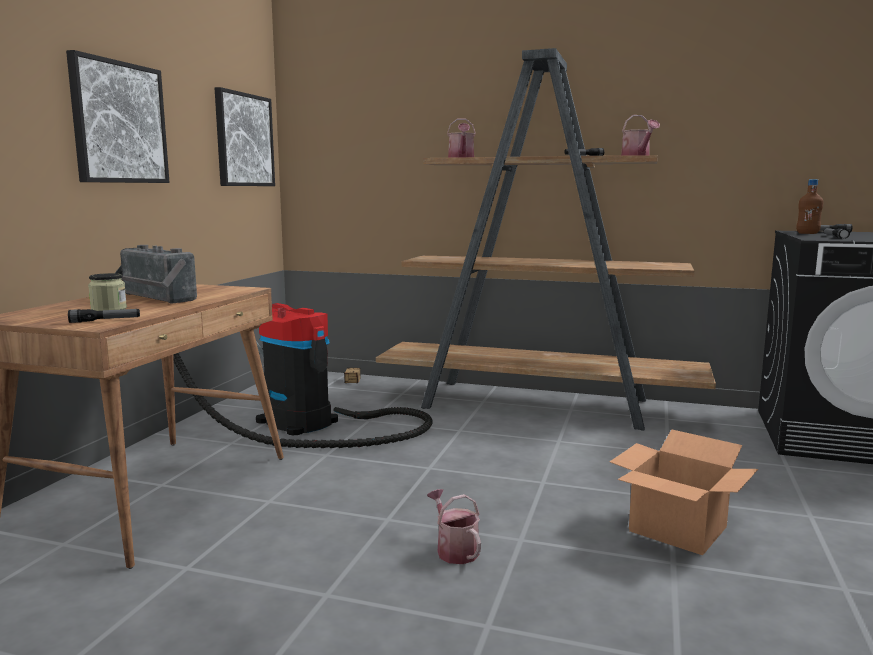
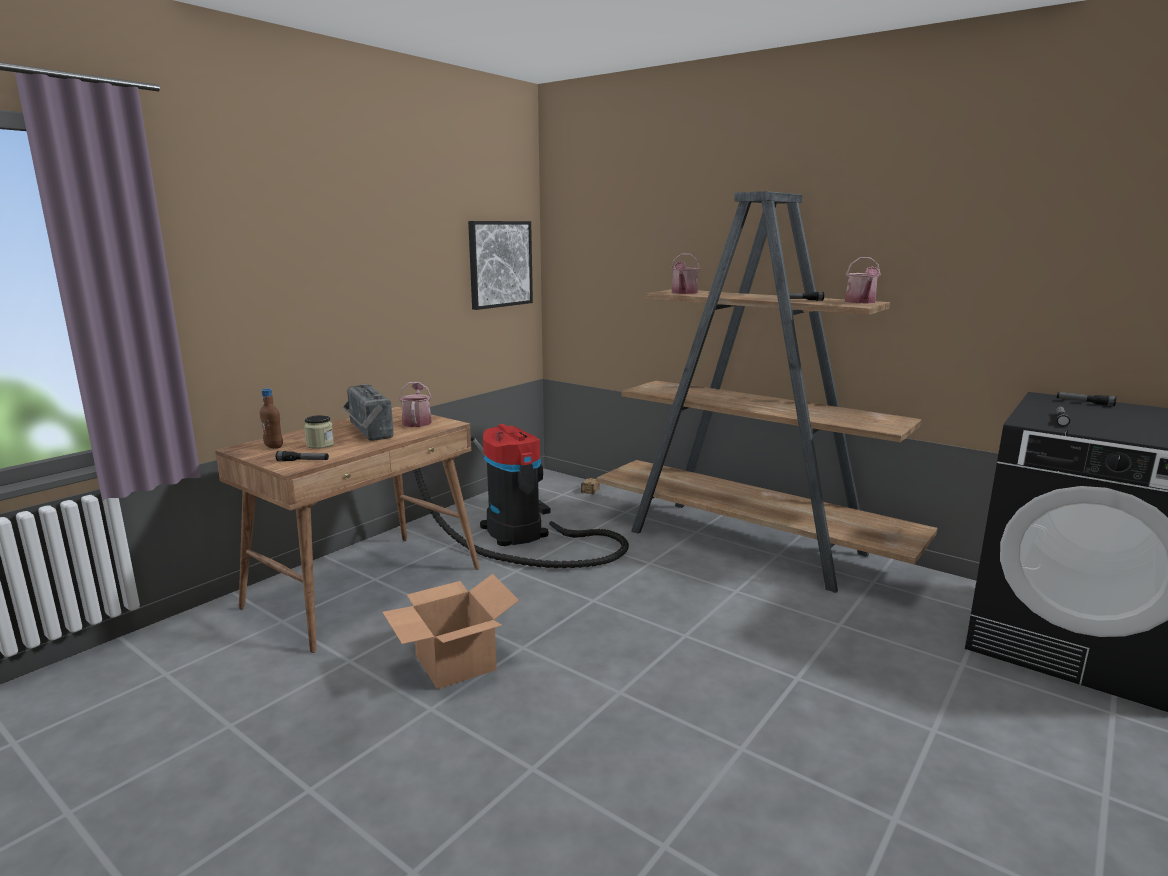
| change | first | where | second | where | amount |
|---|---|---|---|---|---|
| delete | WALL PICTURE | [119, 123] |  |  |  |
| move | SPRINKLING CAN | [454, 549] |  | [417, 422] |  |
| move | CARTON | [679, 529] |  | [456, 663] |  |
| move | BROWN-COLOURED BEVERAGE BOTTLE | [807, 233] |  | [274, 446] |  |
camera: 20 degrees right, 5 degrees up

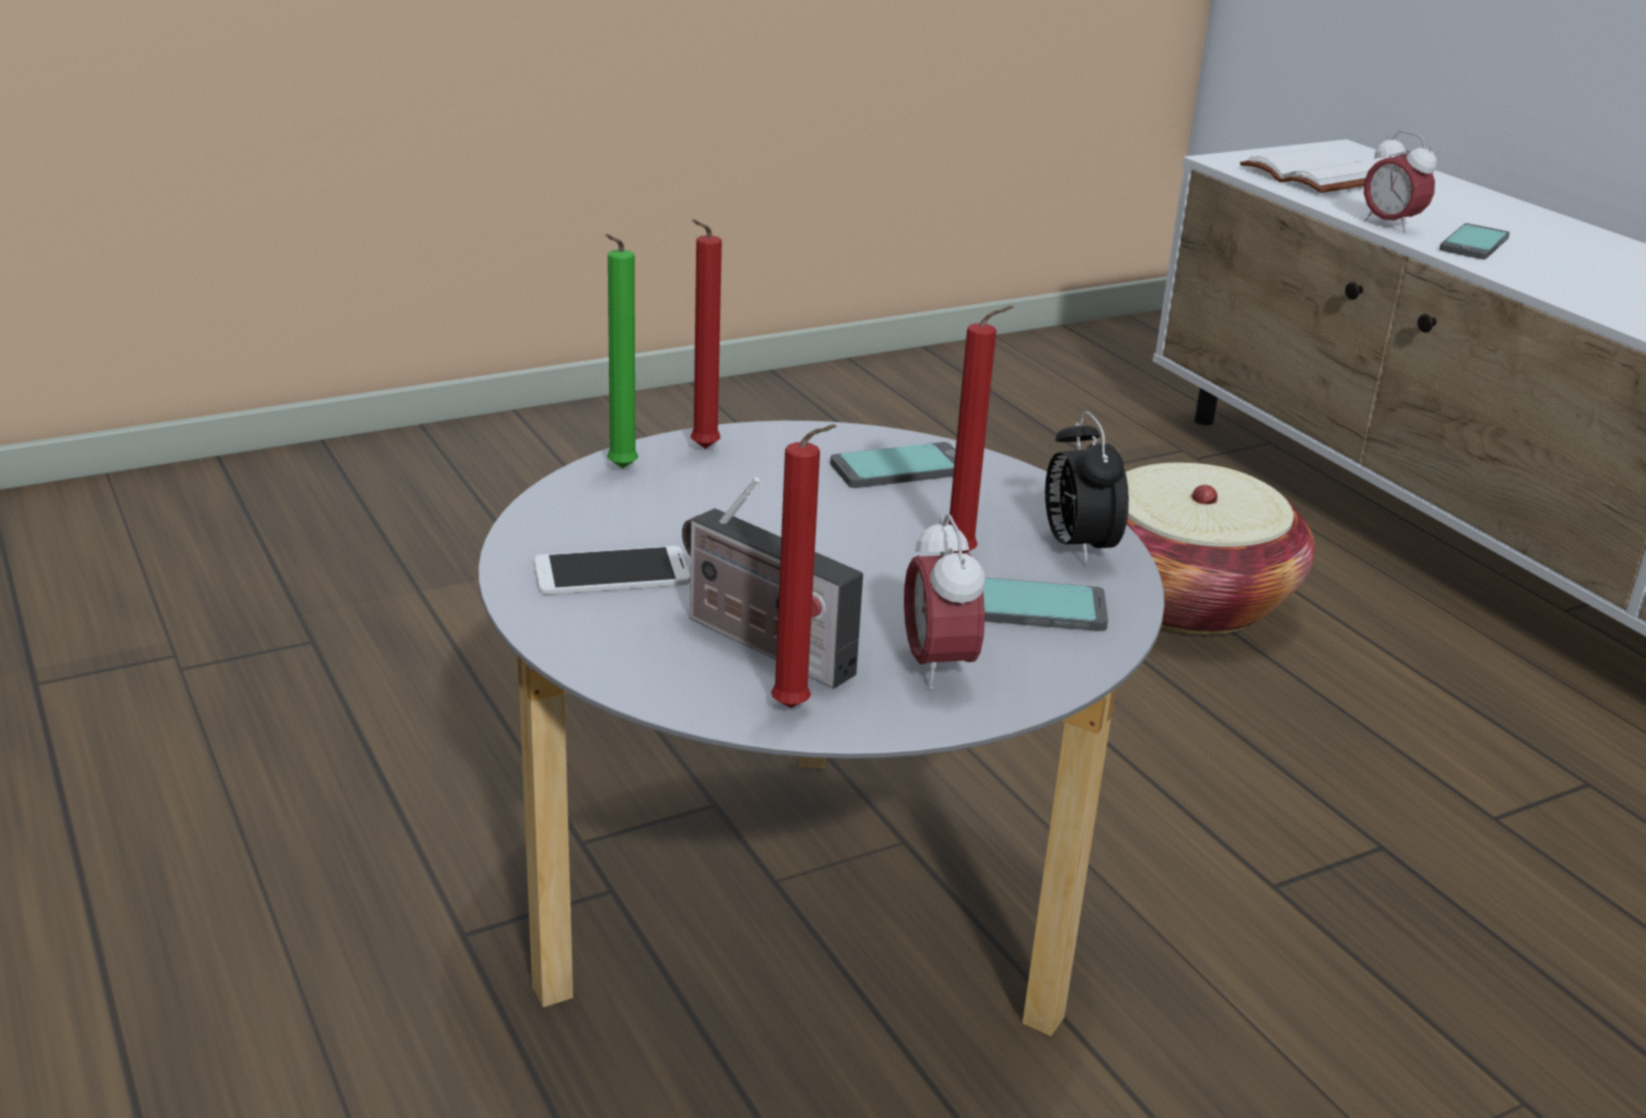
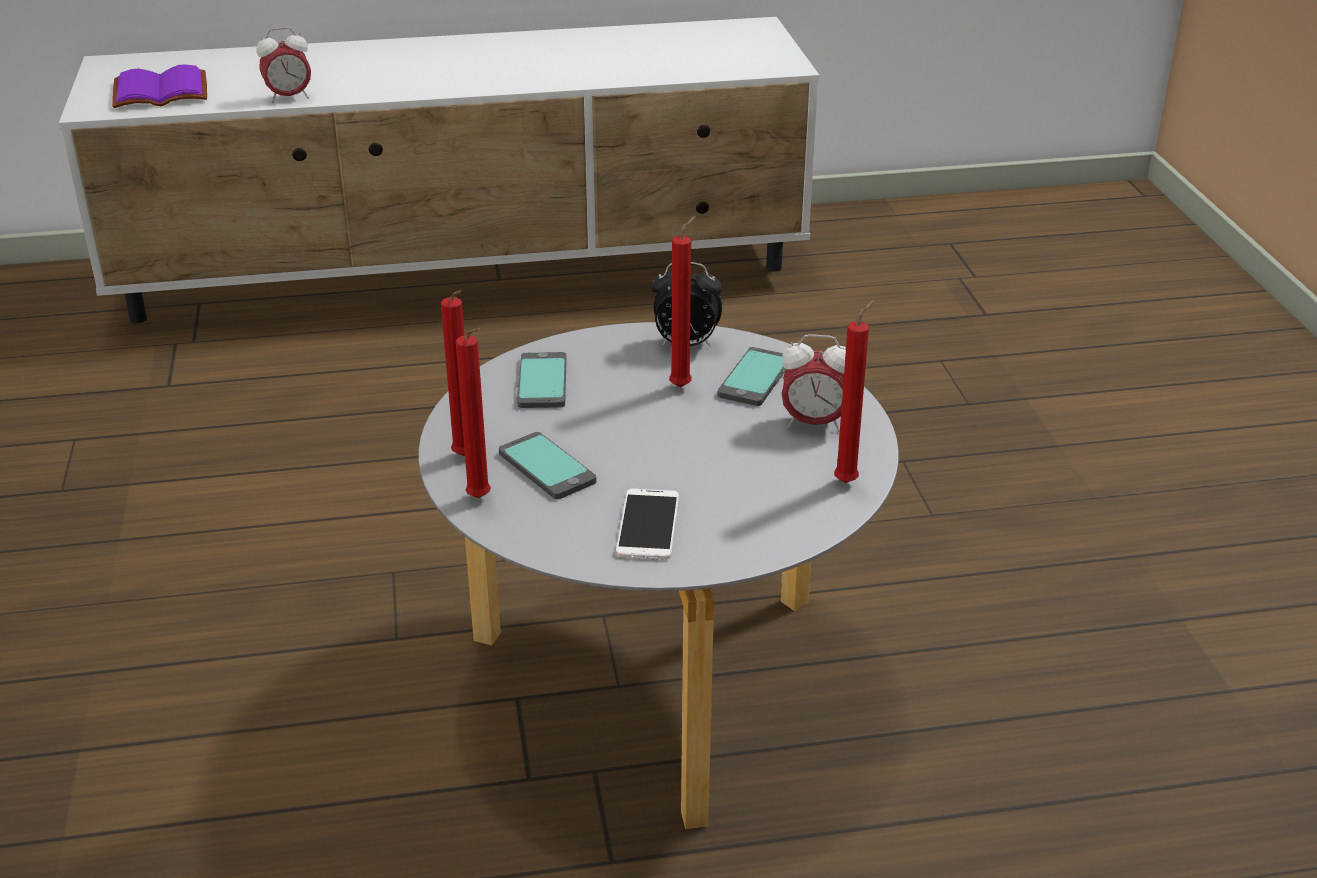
| change | first | where | second | where | amount |
|---|---|---|---|---|---|
| delete | RADIO | [761, 643] |  |  |  |
| delete | HOUSEHOLD BASKET | [1185, 598] |  |  |  |
| move | HANDSET | [1474, 244] |  | [547, 467] |  |
| recolor | GREEN CANDLE | [619, 470] | REDDISH CANDLE | [481, 500] |  |
| recolor | WHITE BOUND BOOK | [1307, 176] | PURPLE-COLOURED BOUND BOOK | [159, 93] |  |
camera: 70 degrees left, 5 degrees up

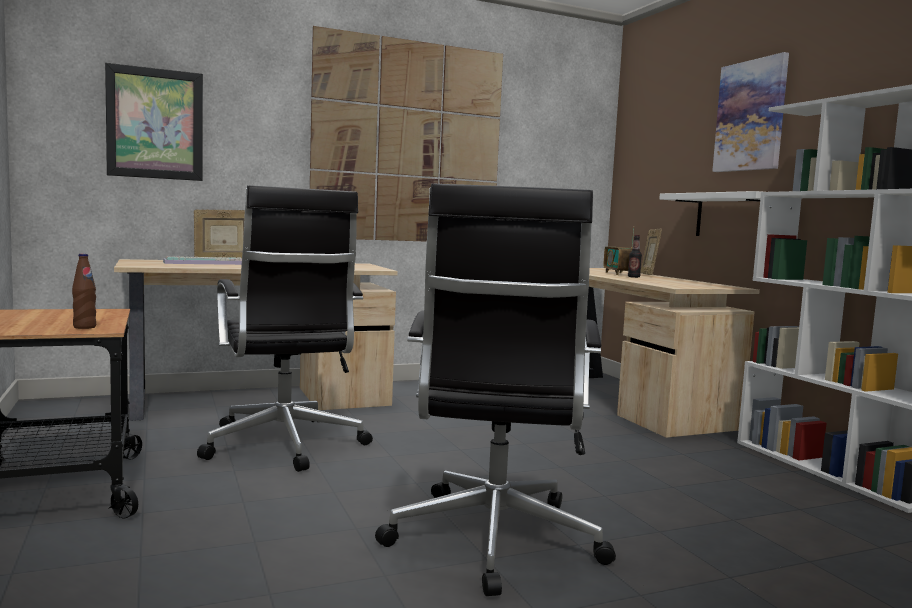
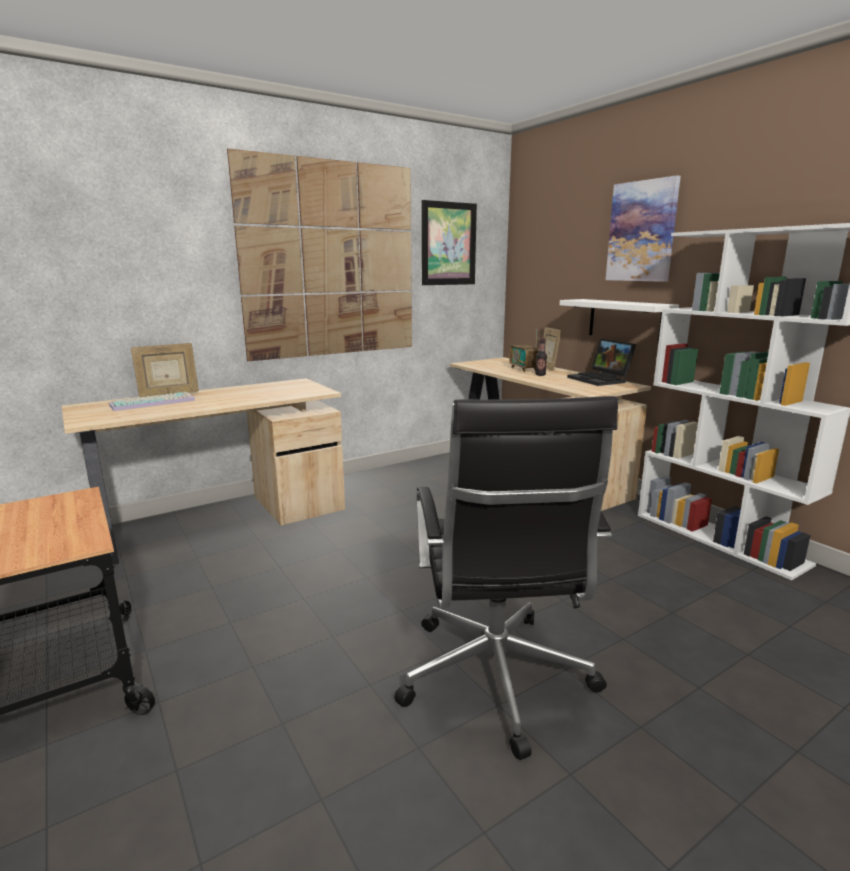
| change | first | where | second | where | amount |
|---|---|---|---|---|---|
| delete | BROWN-COLOURED BEVERAGE BOTTLE | [84, 327] |  |  |  |
| delete | BLACK OFFICE CHAIR | [284, 445] |  |  |  |
| insert |  |  | PORTABLE COMPUTER | [601, 380] |  |
| move | WALL PICTURE | [155, 124] |  | [448, 244] |  |
camera: 10 degrees left, 10 degrees up

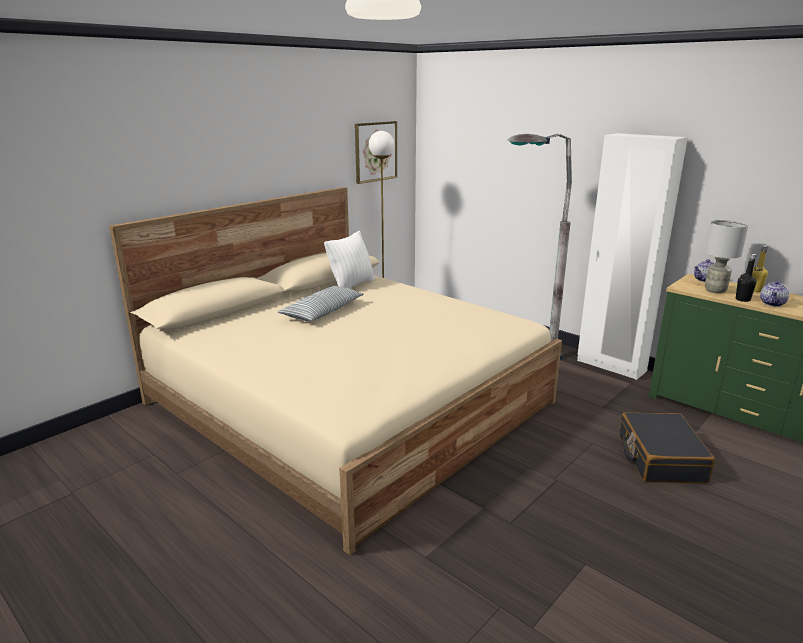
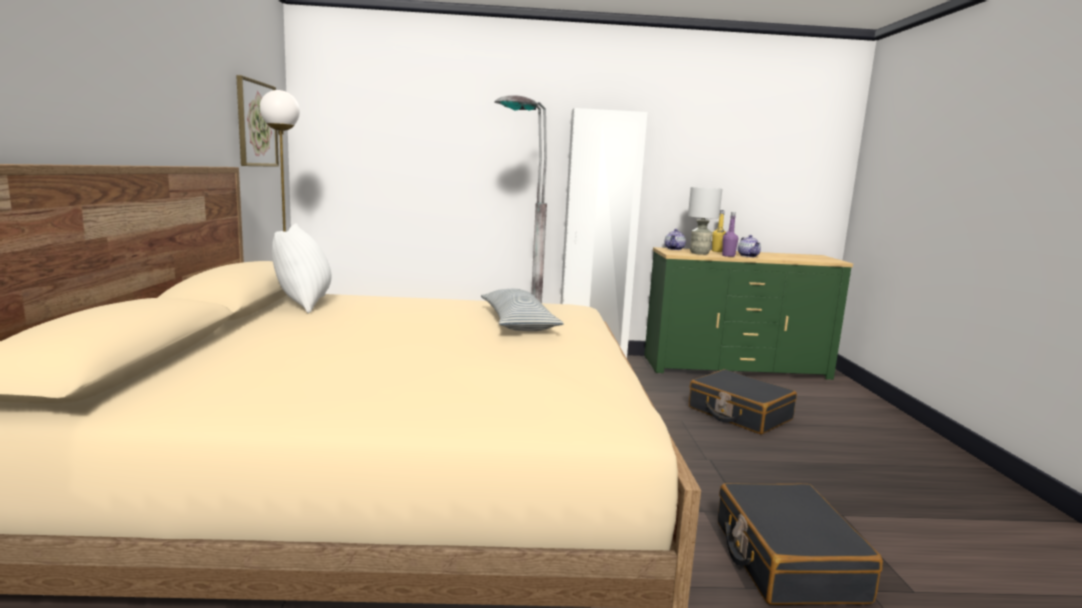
| change | first | where | second | where | amount |
|---|---|---|---|---|---|
| insert |  |  | BLACK PIECE OF LUGGAGE | [786, 560] |  |
| move | PILLOW | [323, 312] |  | [518, 323] |  |
| recolor | BLACK BEVERAGE BOTTLE | [742, 299] | PURPLE-COLOURED BEVERAGE BOTTLE | [728, 256] |  |
camera: 45 degrees left, 10 degrees down

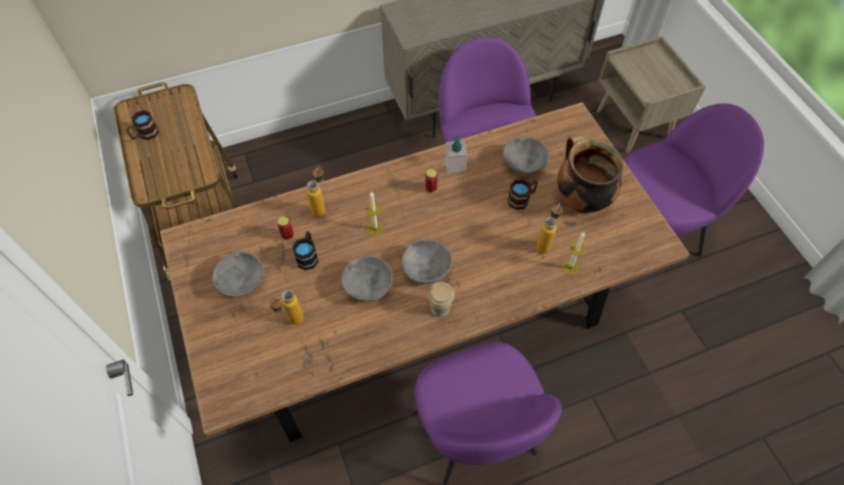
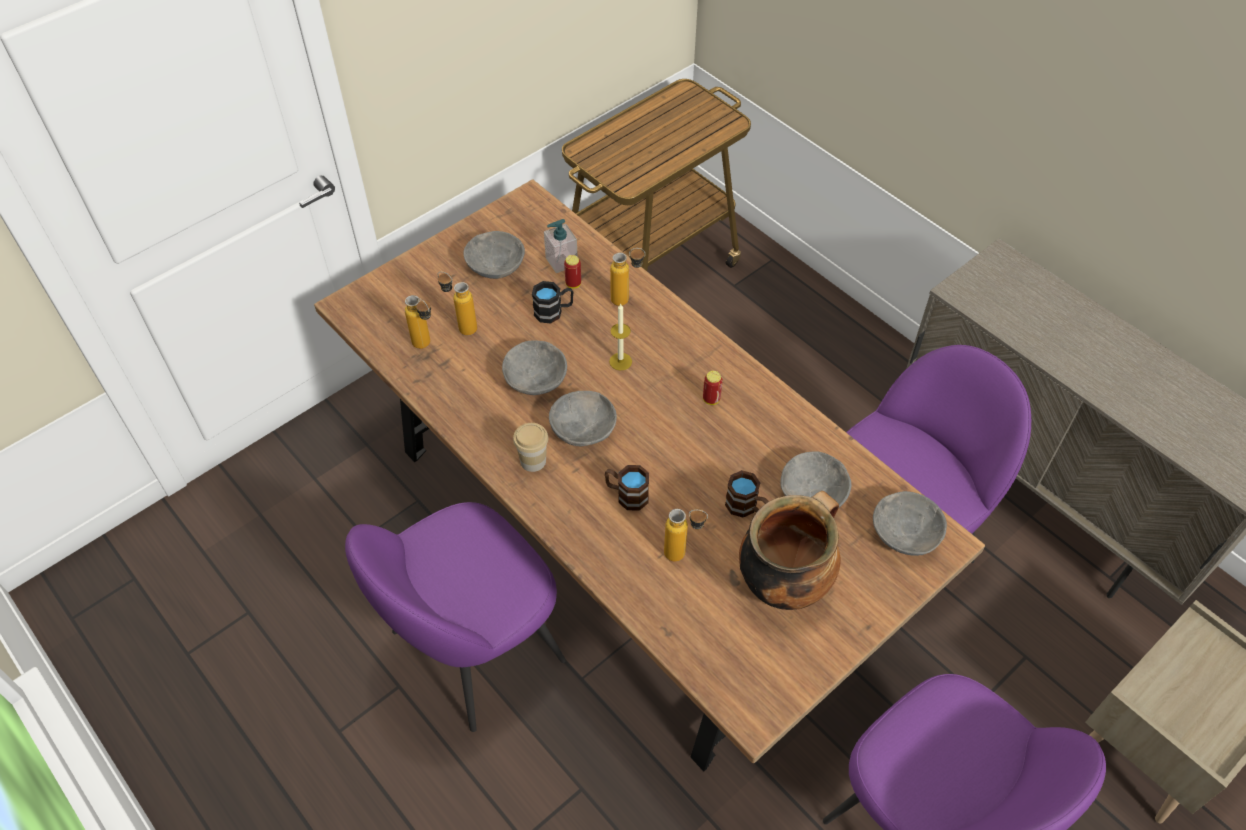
| change | first | where | second | where | amount |
|---|---|---|---|---|---|
| delete | CANDLE | [570, 267] |  |  |  |
| insert |  |  | BEVERAGE BOTTLE | [426, 346] |  |
| insert |  |  | GREYISH DEEP DISH | [903, 535] |  |
| move | BROWN-COLOURED MUG | [145, 135] |  | [626, 495] |  |
| move | LIQUID SOAP BOTTLE | [455, 165] |  | [561, 261] |  |
camera: 70 degrees right, 5 degrees down

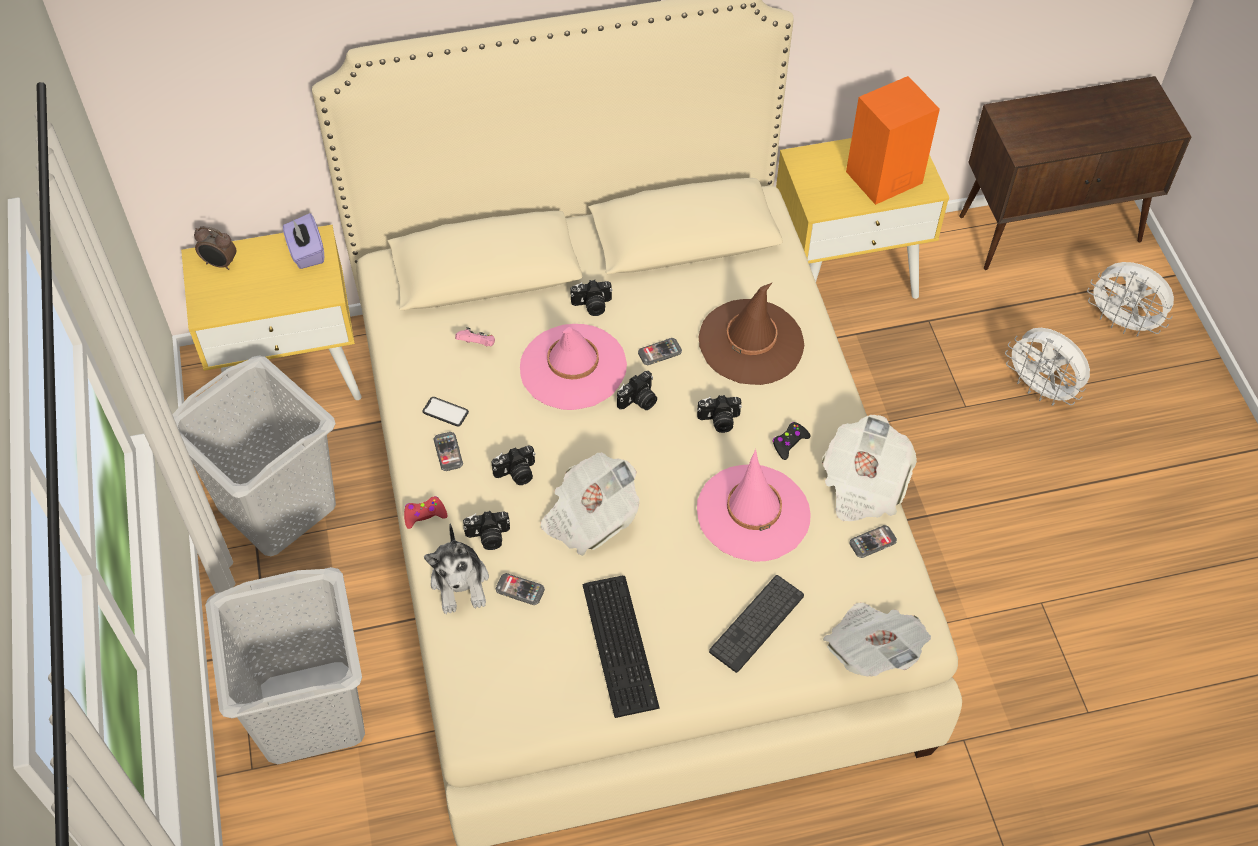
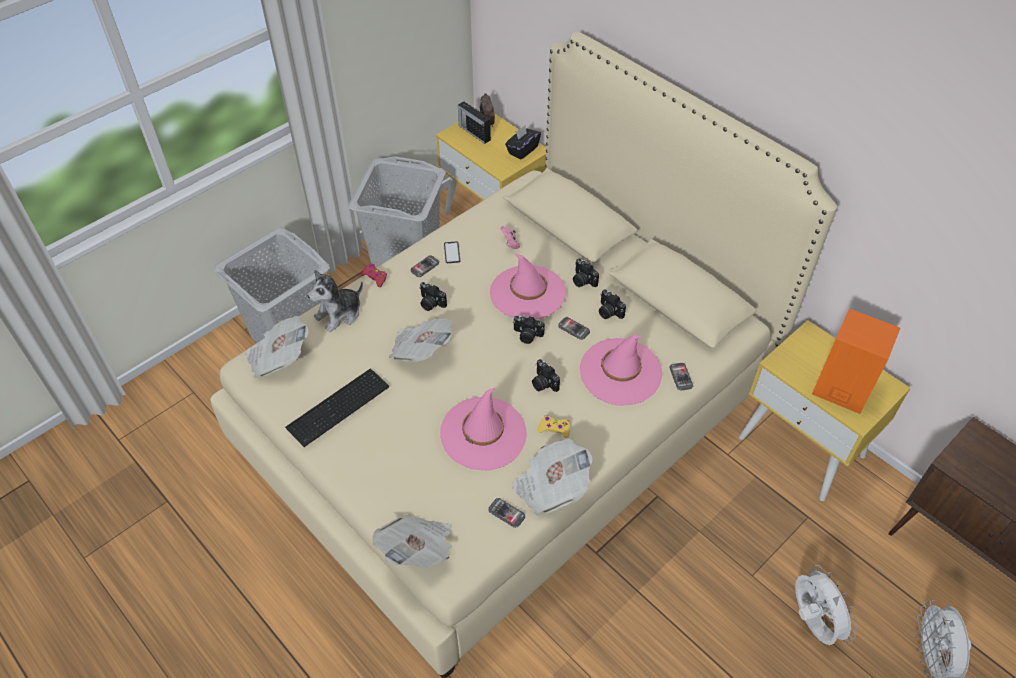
| change | first | where | second | where | amount |
|---|---|---|---|---|---|
| delete | COMPUTER KEYBOARD | [757, 623] |  |  |  |
| insert |  |  | DAILY PAPER | [279, 358] |  |
| insert |  |  | RADIO | [474, 132] |  |
| move | PHOTO CAMERA | [488, 537] |  | [608, 312] |  |
| move | HANDSET | [520, 590] |  | [681, 377] |  |
| recolor | PURPLE-COLOURED TISSUE BOX | [306, 252] | BLACK TISSUE BOX | [522, 150] |  |
| recolor | BROWN-COLOURED WEARABLE HAT | [751, 342] | PINKISH WEARABLE HAT | [620, 372] |  |
| recolor | BLACK JOYPAD | [789, 443] | YELLOWISH JOYPAD | [554, 429] |  |
| rotate | WHITE FAN | [1041, 390] |  | [811, 622] | 150 degrees clockwise |
camera: 60 degrees right, 5 degrees down

